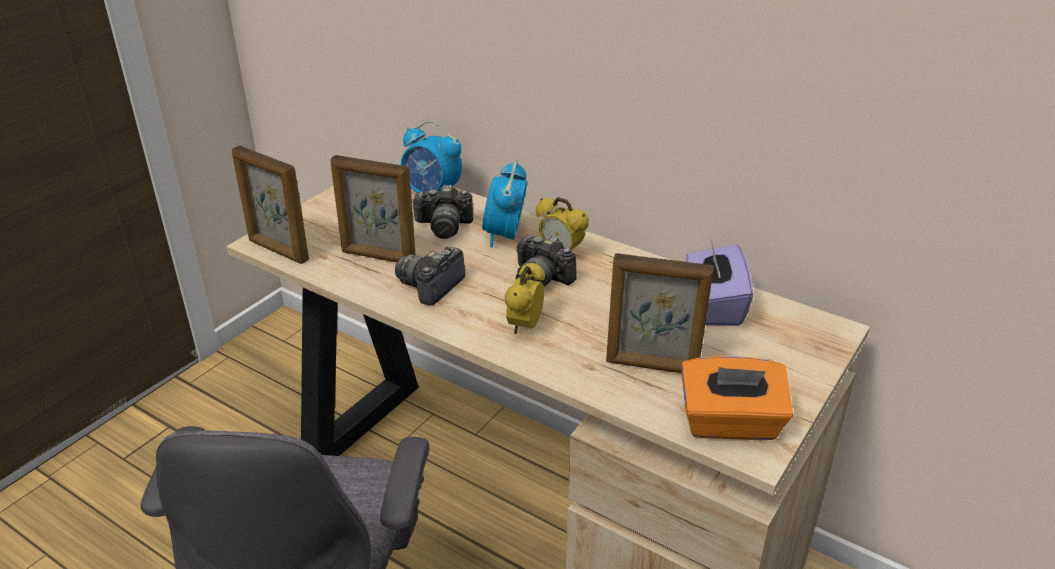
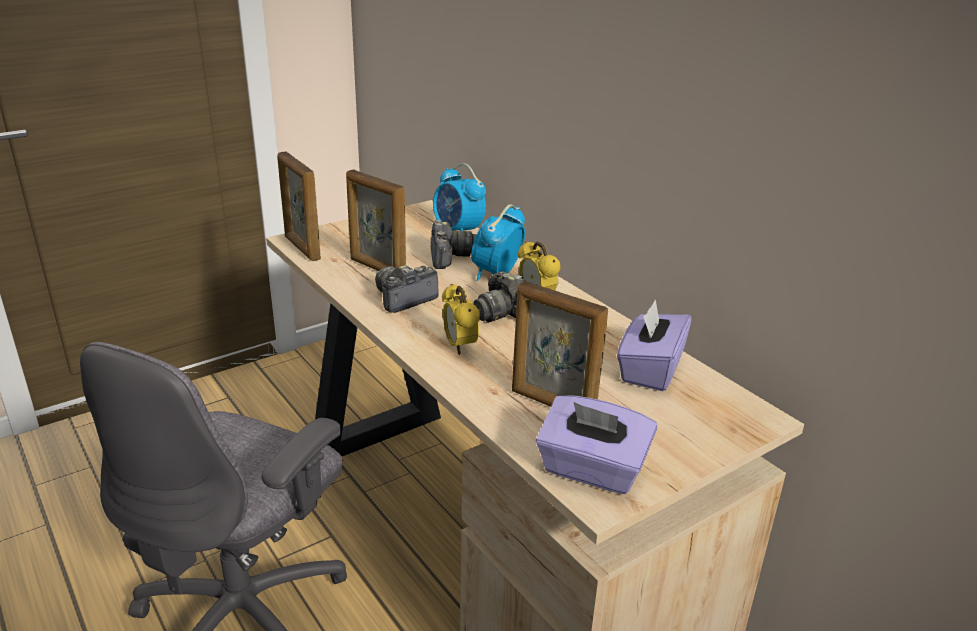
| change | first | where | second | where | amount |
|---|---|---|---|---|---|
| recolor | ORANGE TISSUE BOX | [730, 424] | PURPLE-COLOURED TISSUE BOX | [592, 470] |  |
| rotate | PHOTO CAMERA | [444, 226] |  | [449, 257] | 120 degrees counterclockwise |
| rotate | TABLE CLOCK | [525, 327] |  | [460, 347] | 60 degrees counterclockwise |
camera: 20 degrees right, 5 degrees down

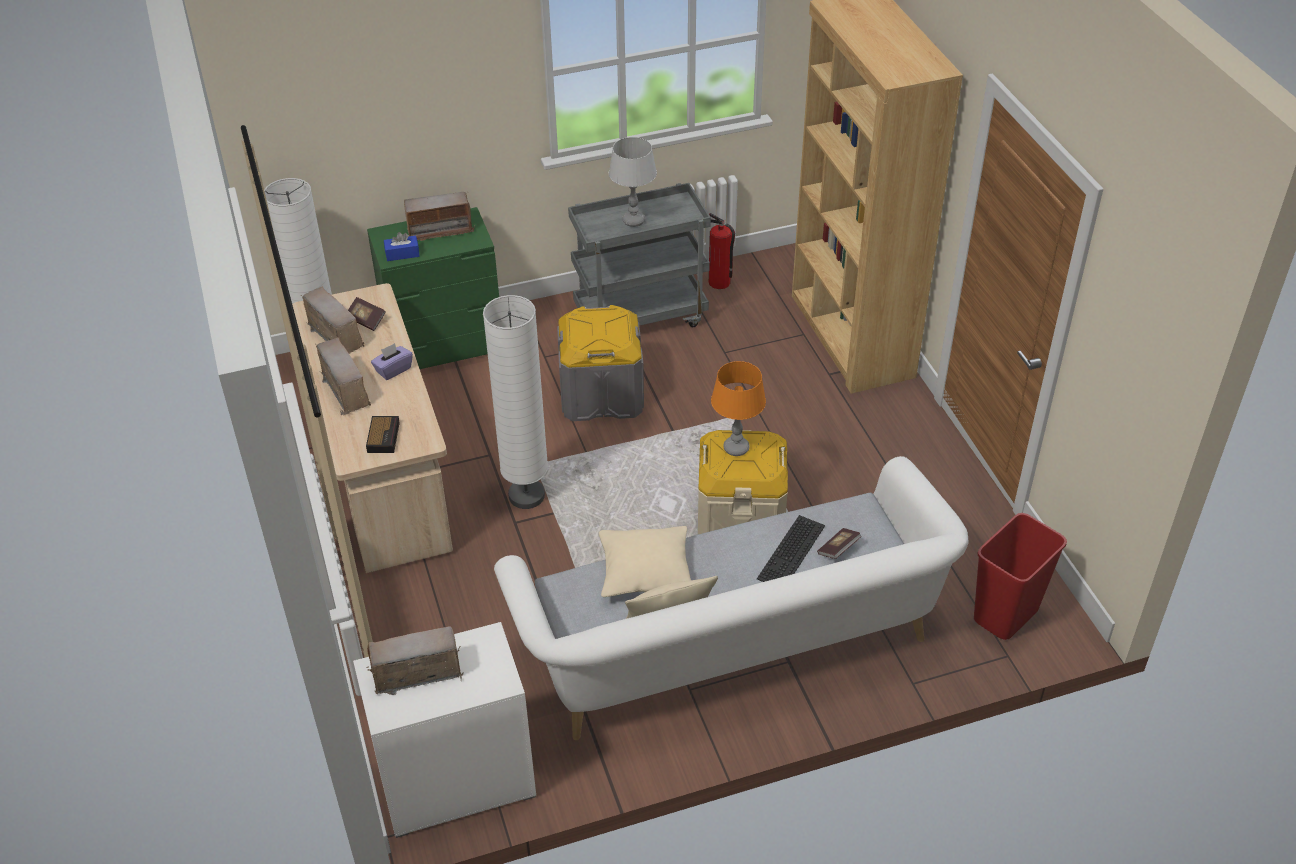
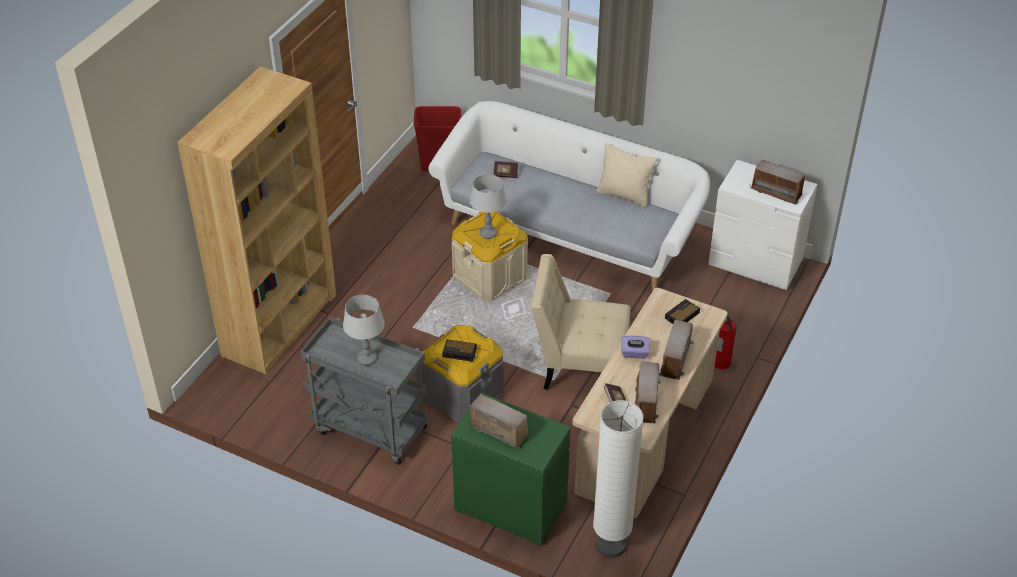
| change | first | where | second | where | amount |
|---|---|---|---|---|---|
| delete | BLUE-COLOURED TISSUE BOX | [402, 254] |  |  |  |
| delete | BEIGE-COLOURED PILLOW | [645, 571] |  |  |  |
| delete | COMPUTER KEYBOARD | [792, 553] |  |  |  |
| insert |  |  | TABLE CLOCK | [460, 352] |  |
| move | EXTINGUISHER | [720, 282] |  | [721, 362] |  |
| replace | WHITE STANDING LAMP | [526, 496] | BEIGE-COLOURED CHAIR | [579, 365] |  |
| recolor | ORANGE TABLE LAMP | [736, 448] | GREYISH TABLE LAMP | [488, 234] |  |
camera: 135 degrees left, 0 degrees up

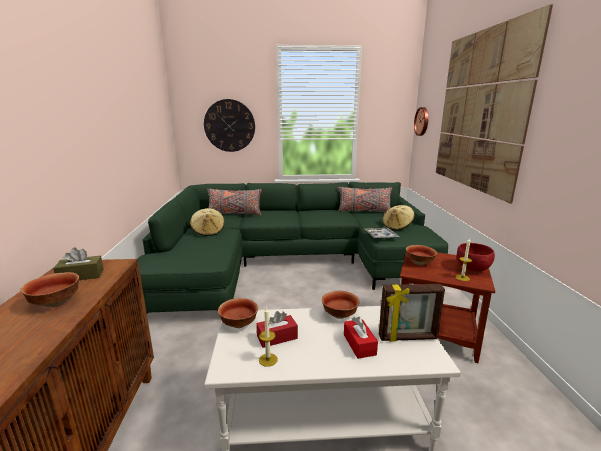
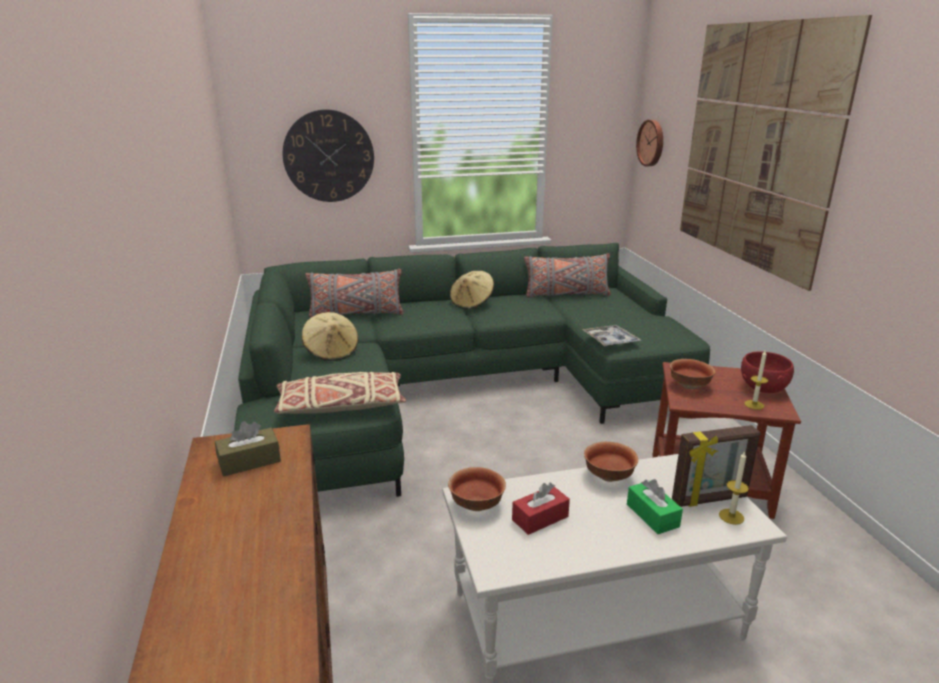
| change | first | where | second | where | amount |
|---|---|---|---|---|---|
| delete | DEEP DISH | [55, 303] |  |  |  |
| insert |  |  | BEIGE-COLOURED PILLOW | [341, 406] |  |
| move | CANDLE | [268, 359] |  | [731, 516] |  |
| move | BEIGE-COLOURED WEARABLE HAT | [397, 226] |  | [472, 303] |  |
| recolor | REDDISH TISSUE BOX | [359, 344] | GREEN TISSUE BOX | [652, 515] |  |
camera: 10 degrees left, 5 degrees up

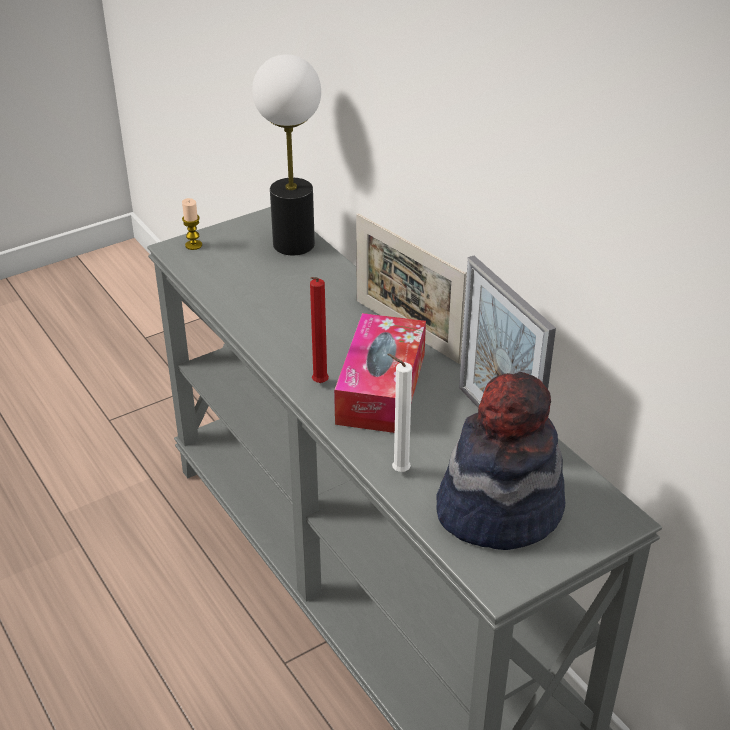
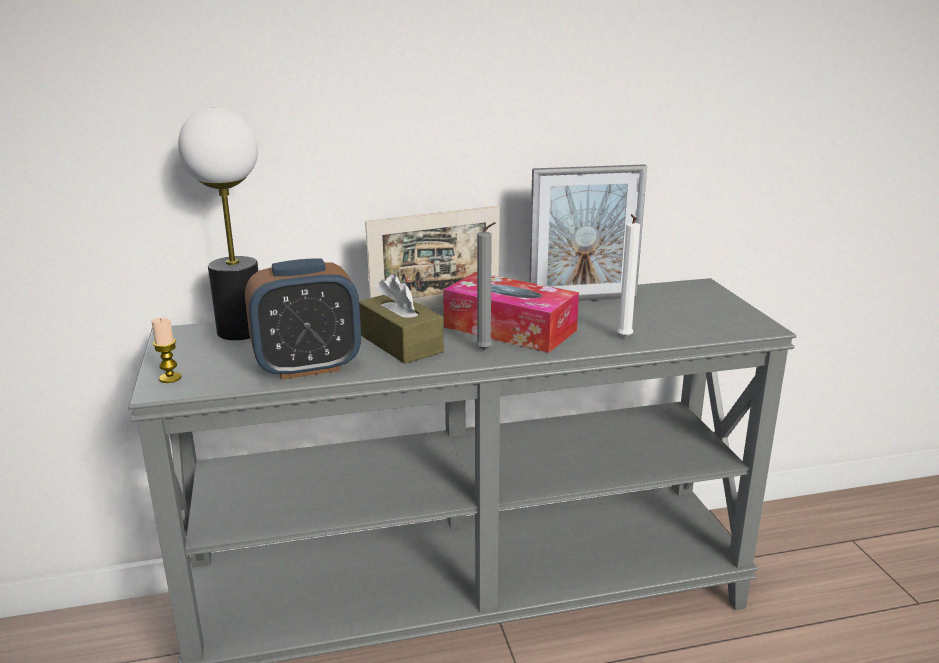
| change | first | where | second | where | amount |
|---|---|---|---|---|---|
| delete | WEARABLE HAT | [498, 508] |  |  |  |
| insert |  |  | TABLE CLOCK | [308, 367] |  |
| insert |  |  | BROWN-COLOURED TISSUE BOX | [400, 343] |  |
| recolor | REDDISH CANDLE | [318, 384] | GREYISH CANDLE | [486, 351] |  |
camera: 70 degrees left, 15 degrees down

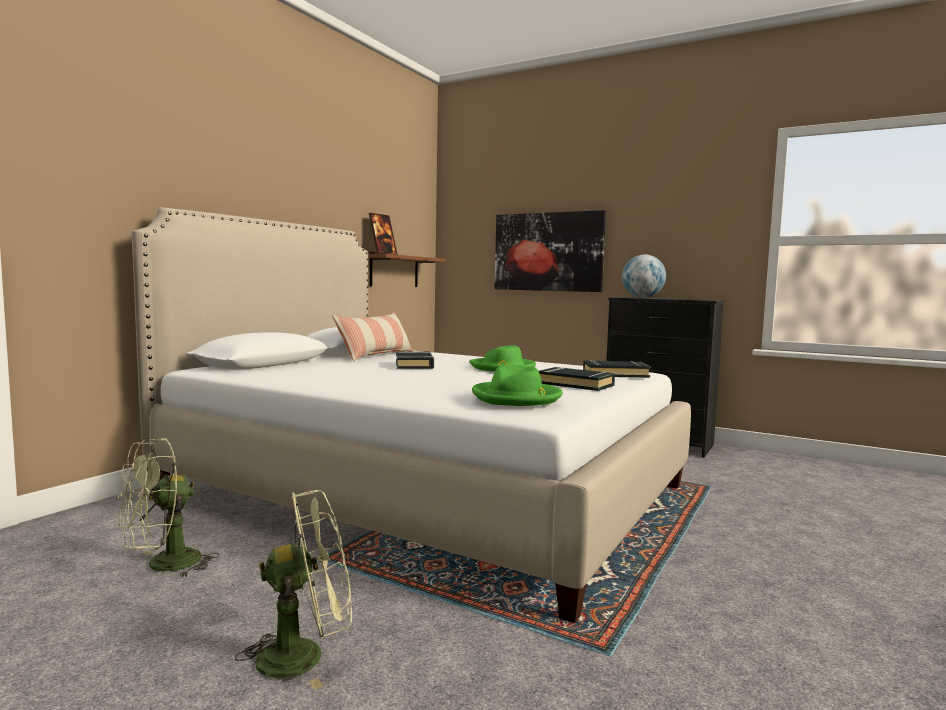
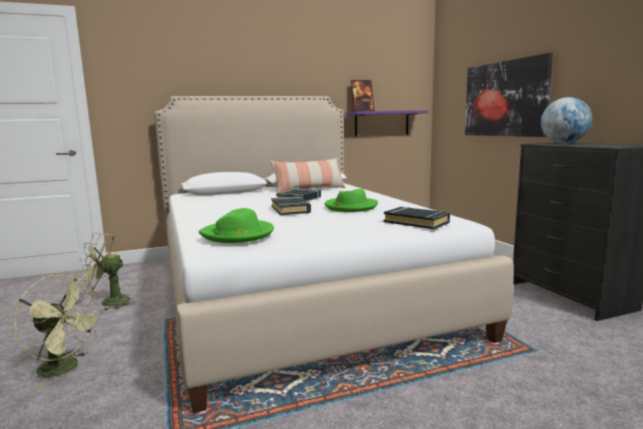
| change | first | where | second | where | amount |
|---|---|---|---|---|---|
| move | BLACK BOUND BOOK | [576, 384] |  | [290, 209] |  |
| recolor | BROWN-COLOURED WALL SHELF | [394, 271] | PURPLE-COLOURED WALL SHELF | [381, 123] |  |
camera: 40 degrees right, 5 degrees up

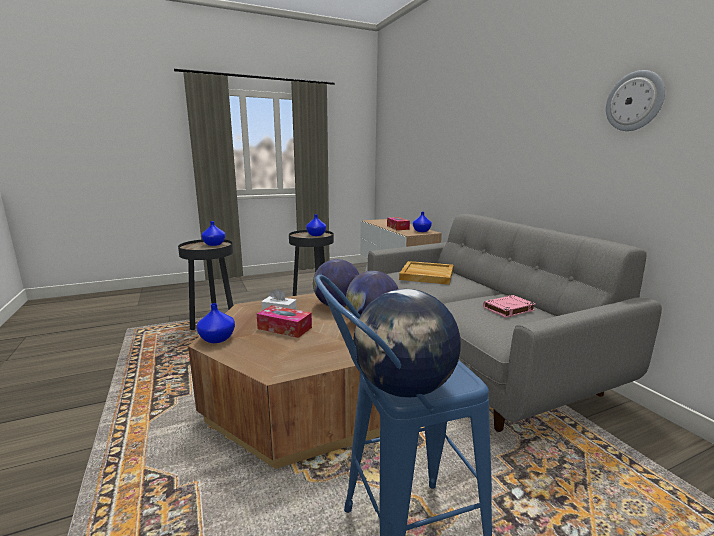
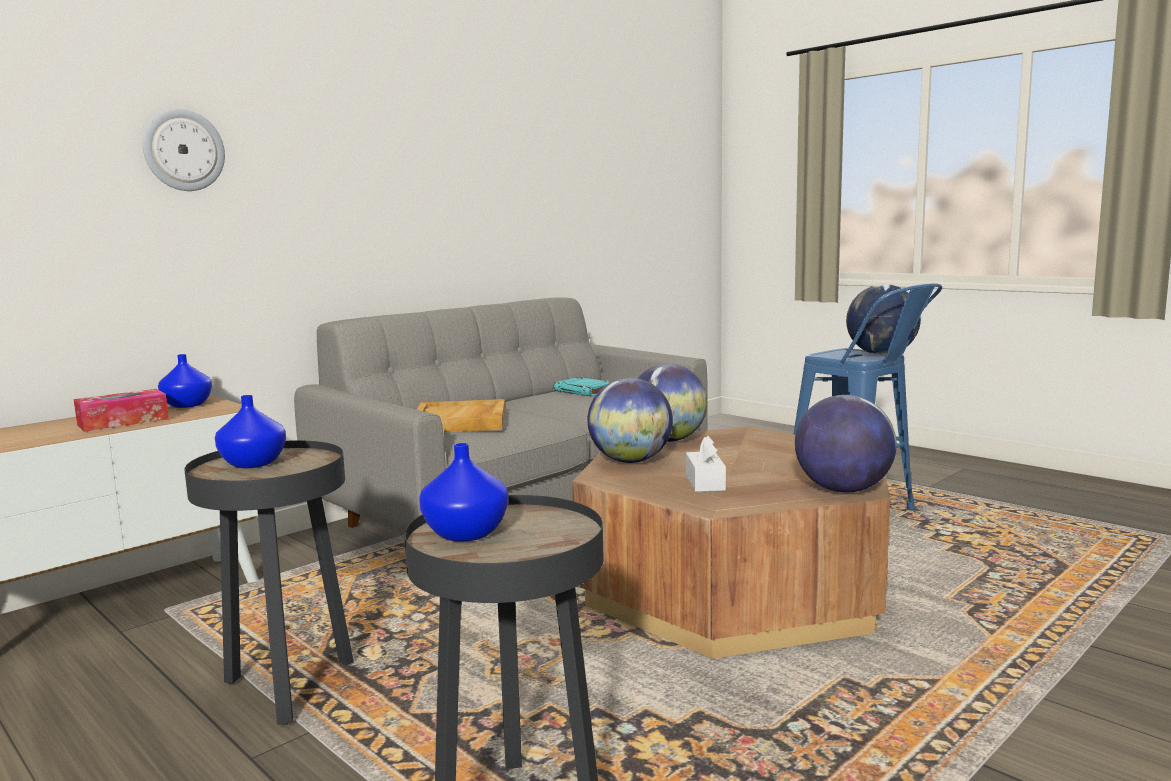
| change | first | where | second | where | amount |
|---|---|---|---|---|---|
| delete | TISSUE BOX | [284, 328] |  |  |  |
| move | WALL CLOCK | [634, 101] |  | [183, 150] |  |
| replace | BLUE-COLOURED DECORATIVE VASE | [218, 338] | DESK GLOBE | [843, 490] |  |
| recolor | PINKISH BOUND BOOK | [508, 309] | TURQUOISE-COLOURED BOUND BOOK | [585, 391] |  |
camera: 110 degrees left, 5 degrees down

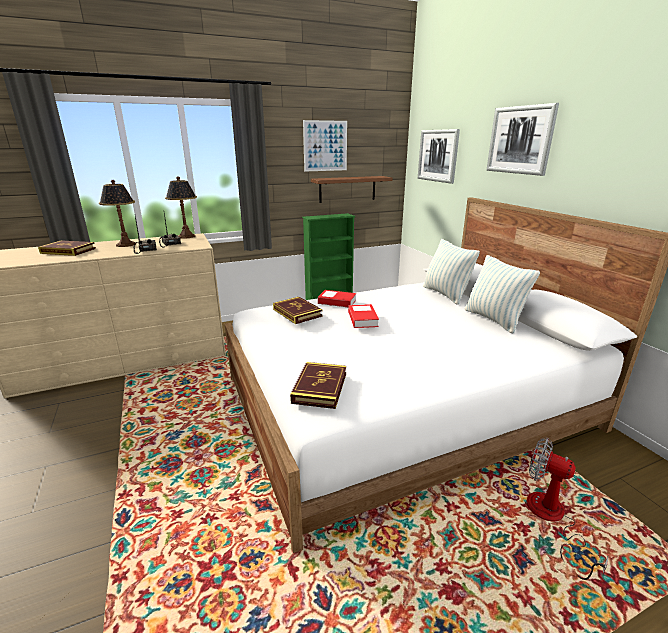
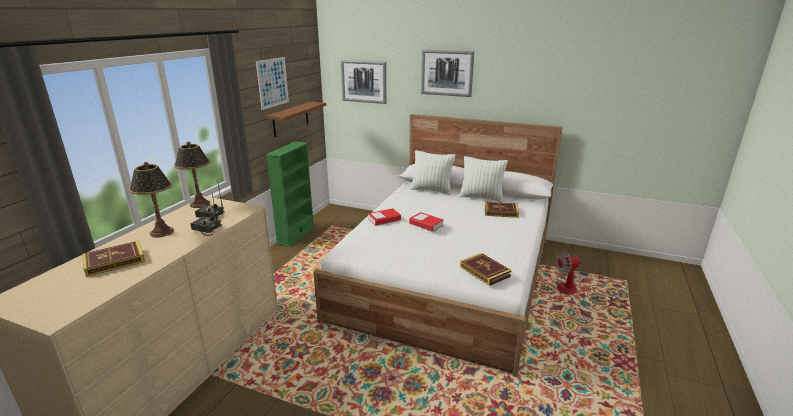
| change | first | where | second | where | amount |
|---|---|---|---|---|---|
| move | BOUND BOOK | [297, 313] |  | [501, 212] |  |
camera: 45 degrees left, 0 degrees up

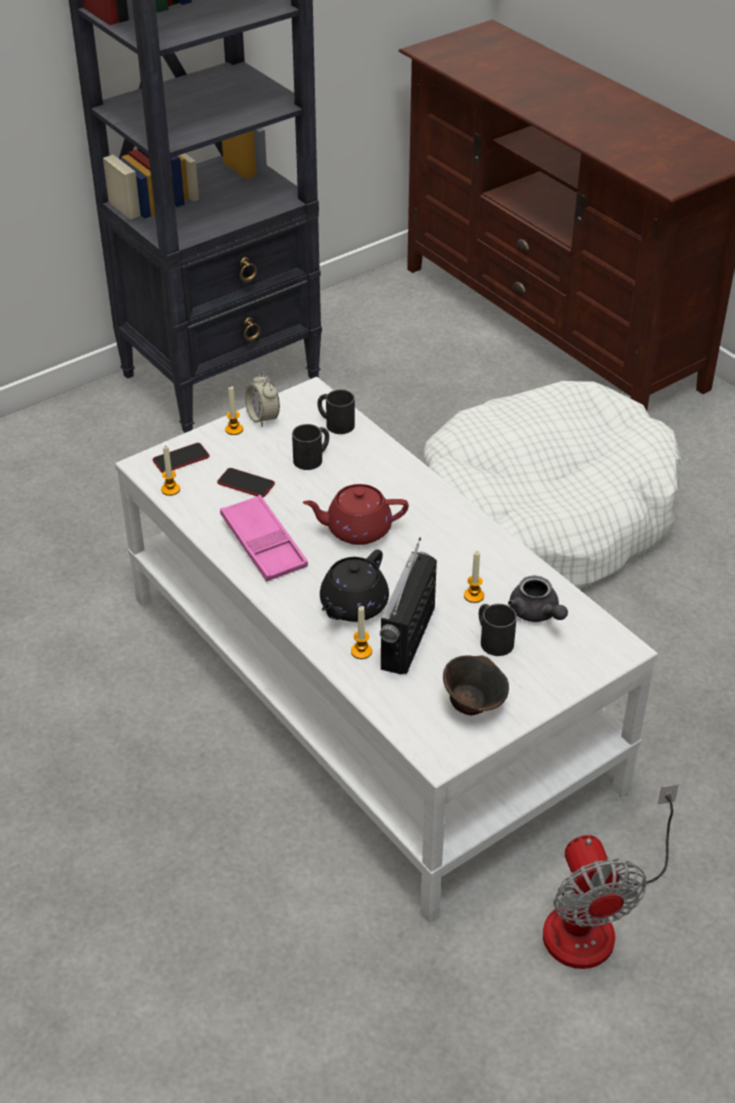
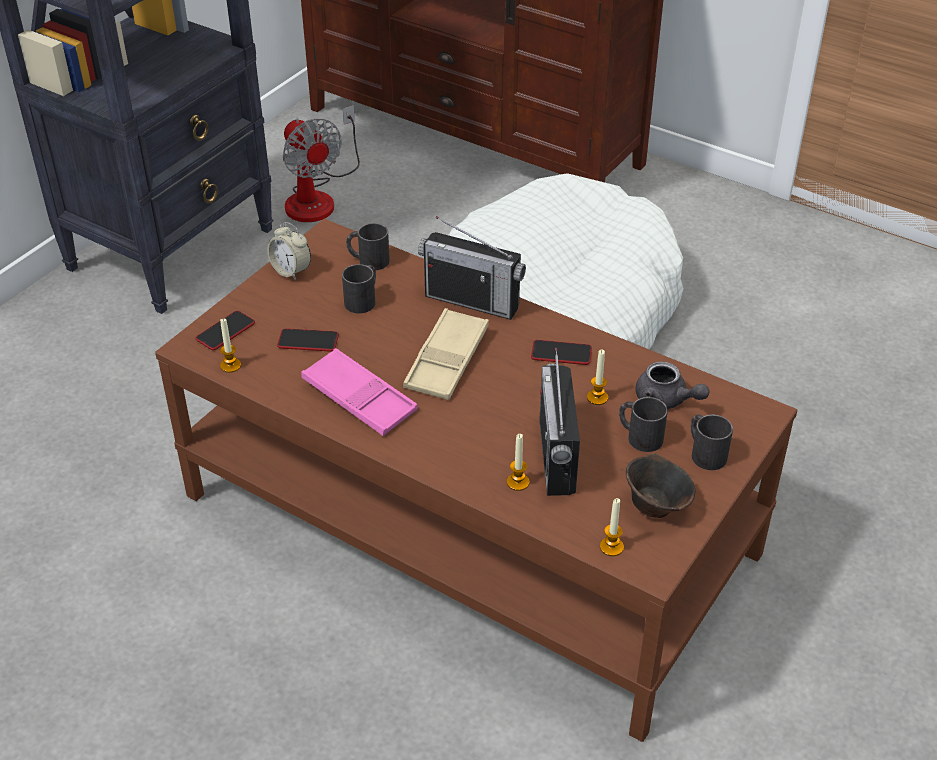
| change | first | where | second | where | amount |
|---|---|---|---|---|---|
| delete | BLACK TEA POT | [353, 606] |  |  |  |
| insert |  |  | RADIO | [472, 301] |  |
| insert |  |  | HANDSET | [561, 353] |  |
| insert |  |  | BLACK MUG | [704, 452] |  |
| move | CANDLE | [234, 429] |  | [611, 547] |  |
| move | FAN | [594, 918] |  | [317, 197] |  |
| replace | REDDISH TEA POT | [357, 530] | BEIGE-COLOURED TRAY | [447, 361] |  |
| recolor | WHITE LOW TABLE | [368, 690] | BROWN-COLOURED LOW TABLE | [470, 525] |  |
camera: 20 degrees left, 0 degrees up

